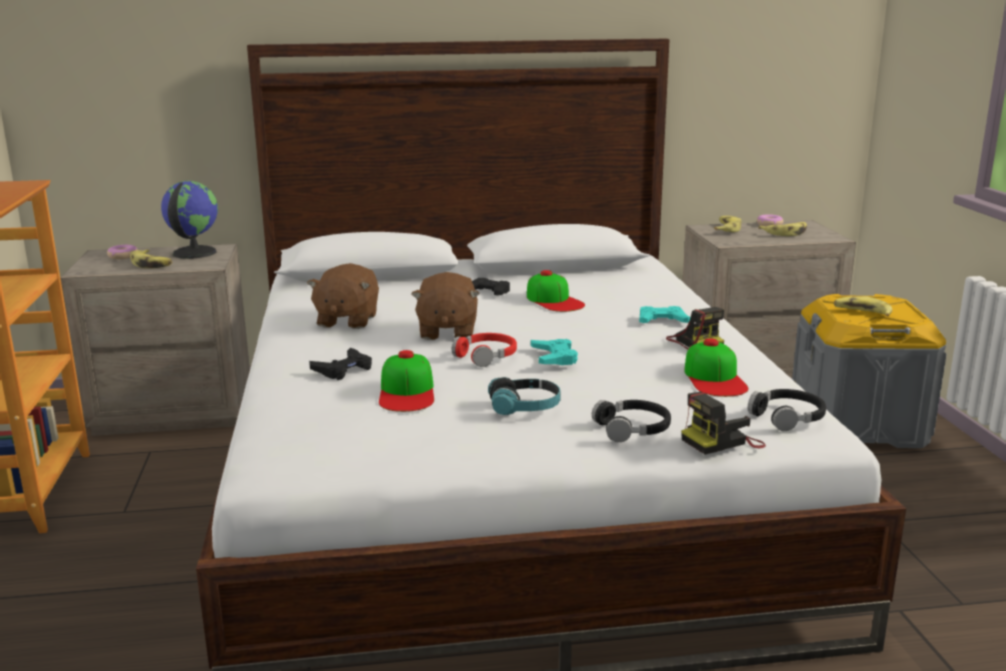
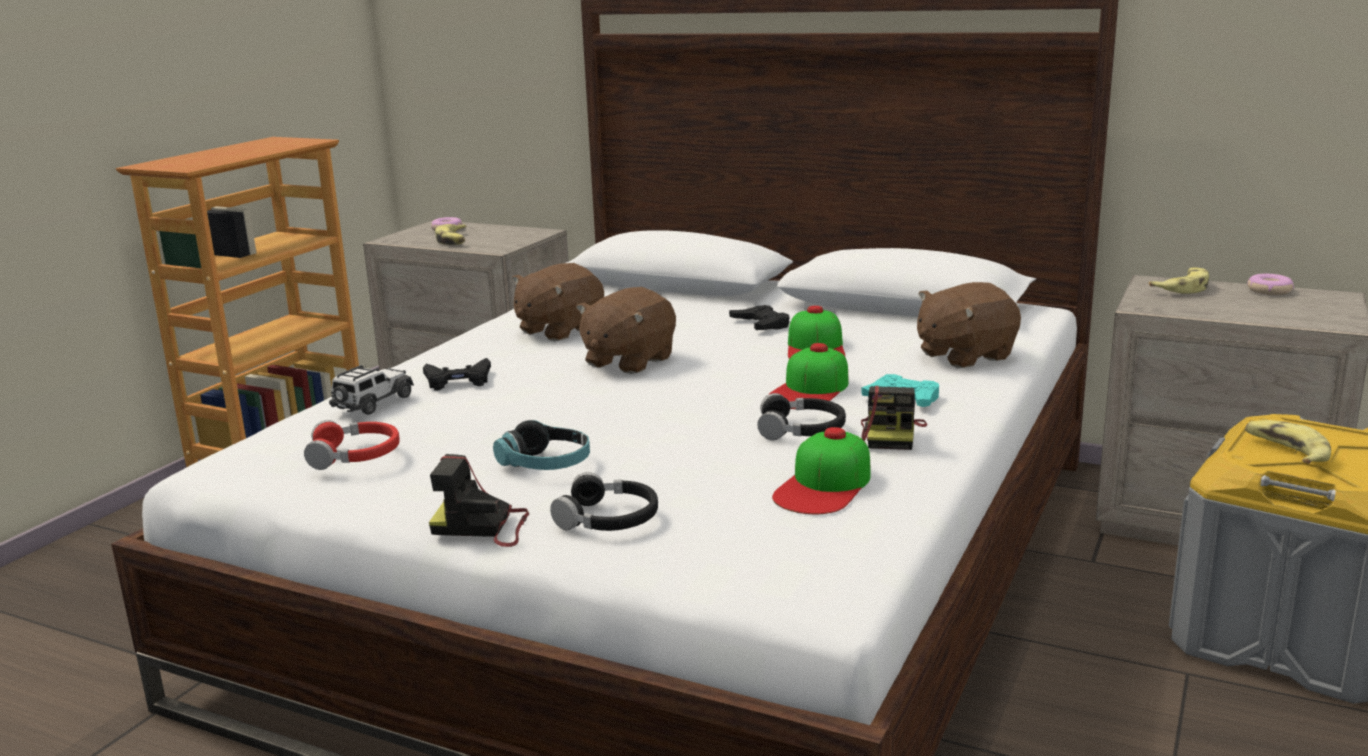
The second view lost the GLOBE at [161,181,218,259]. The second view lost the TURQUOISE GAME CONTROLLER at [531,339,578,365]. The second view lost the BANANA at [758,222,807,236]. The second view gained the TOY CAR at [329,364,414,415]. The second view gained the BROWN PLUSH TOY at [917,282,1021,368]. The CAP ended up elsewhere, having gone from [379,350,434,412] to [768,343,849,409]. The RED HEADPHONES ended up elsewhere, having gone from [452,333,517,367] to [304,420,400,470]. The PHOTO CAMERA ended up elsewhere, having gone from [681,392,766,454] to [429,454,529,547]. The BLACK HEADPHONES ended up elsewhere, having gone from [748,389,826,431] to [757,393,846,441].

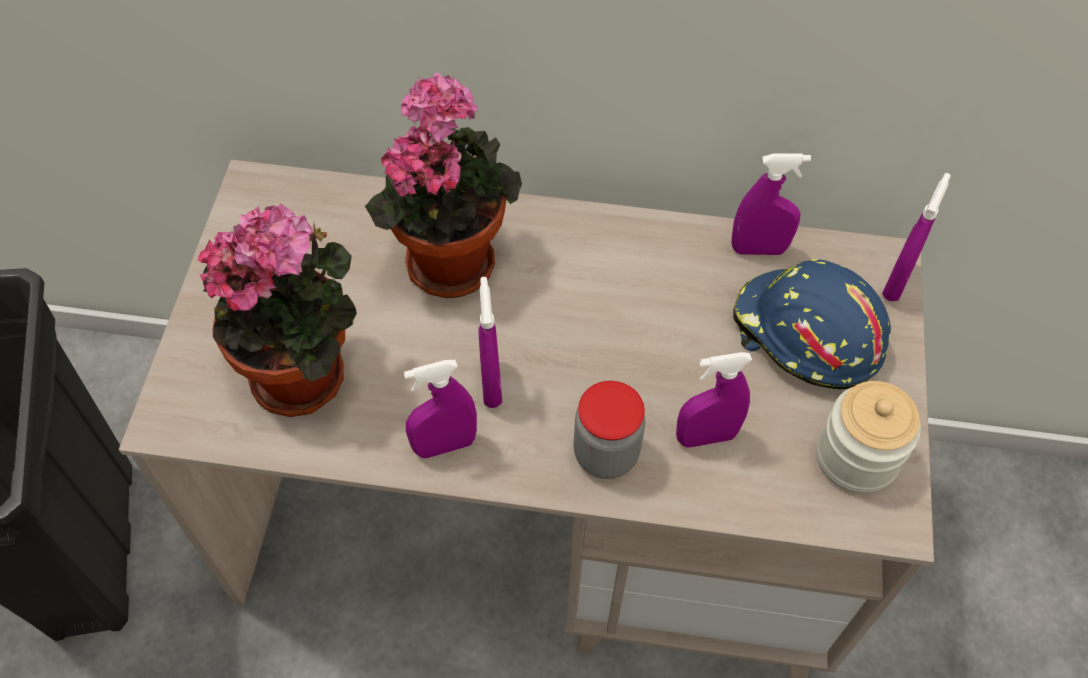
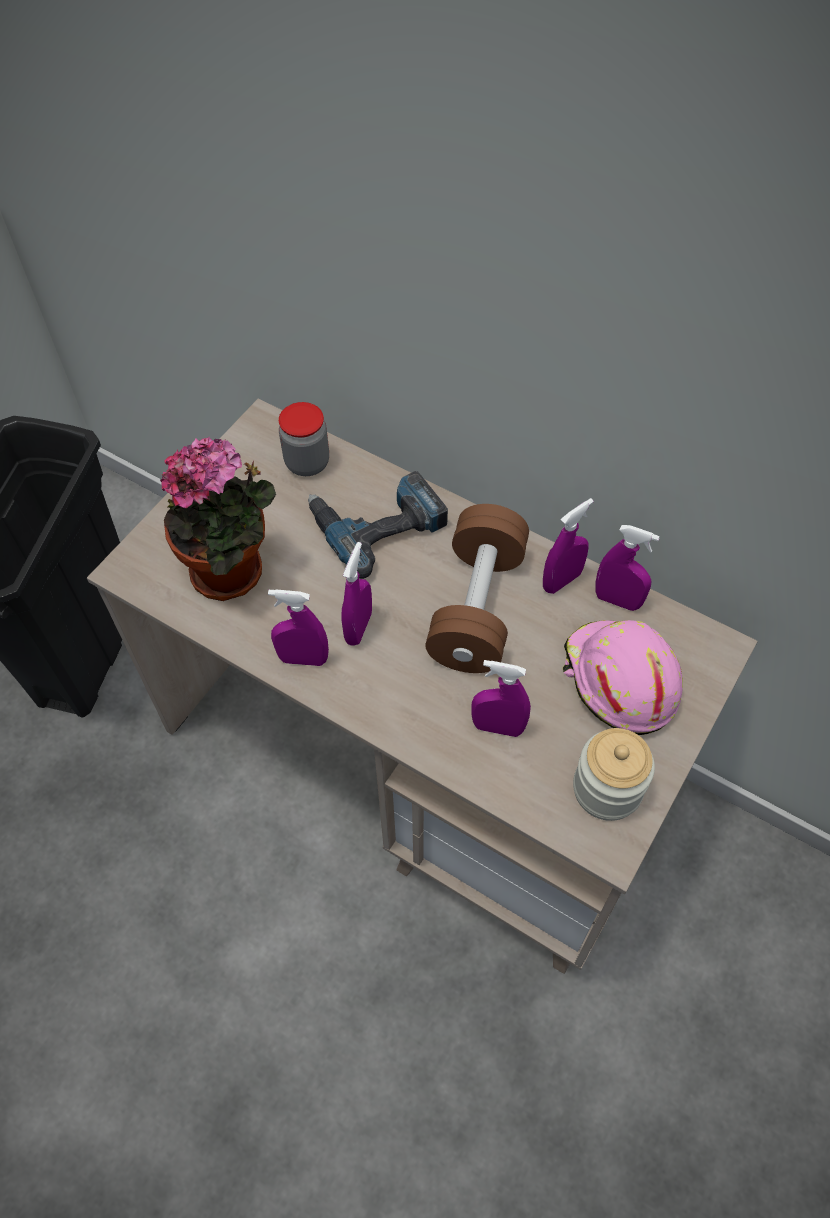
The second view gained the BROWN DUMBBELL at [425,504,529,673]. The JAR ended up elsewhere, having gone from [573,381,645,479] to [279,402,329,476]. The PURPLE SPRAY BOTTLE ended up elsewhere, having gone from [882,173,951,302] to [543,498,594,594]. Where the POTTED PLANT stood at [365,72,522,298], the POWER DRILL came to stand at [308,471,448,579]. What was the BLUE HARD HAT at [733,259,891,390] turned into the PINK HARD HAT at [563,620,683,735].

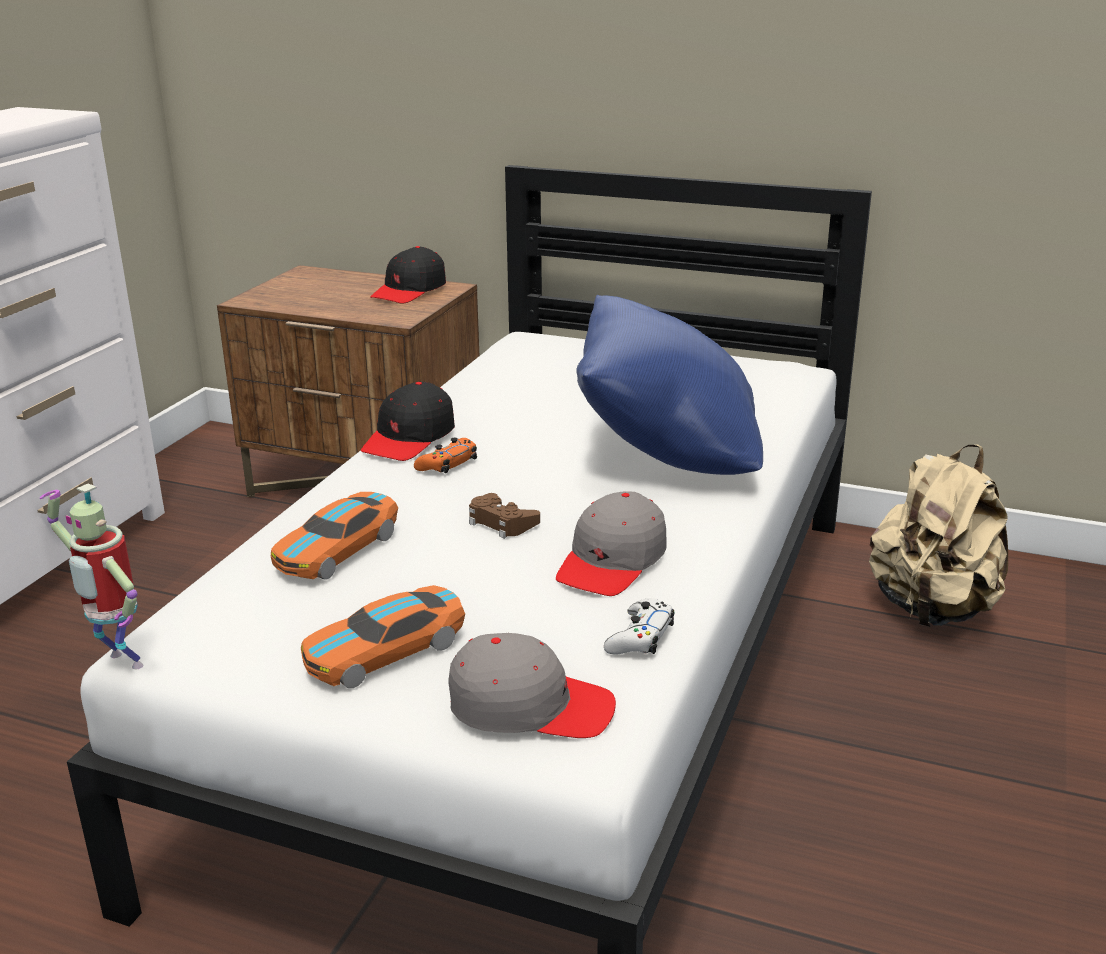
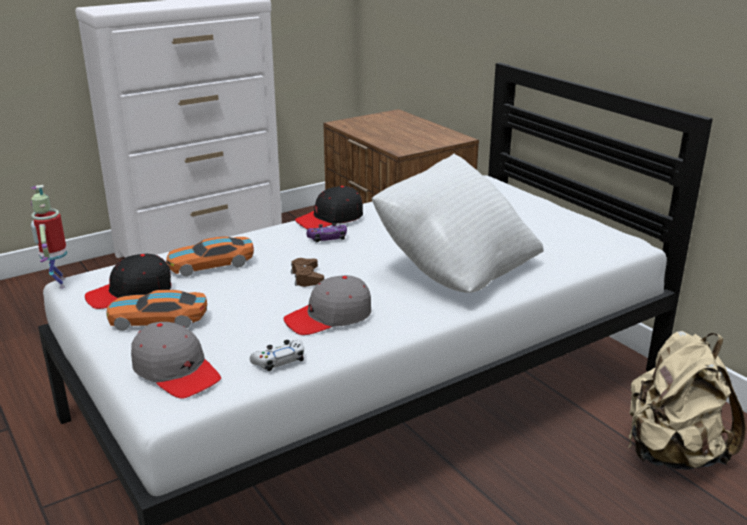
The BLACK CAP ended up elsewhere, having gone from [370,246,446,304] to [85,254,171,309]. What was the ORANGE GAME CONTROLLER at [414,437,477,473] turned into the PURPLE GAME CONTROLLER at [307,223,347,242]. What was the BLUE PILLOW at [576,295,763,475] turned into the WHITE PILLOW at [372,153,544,293].

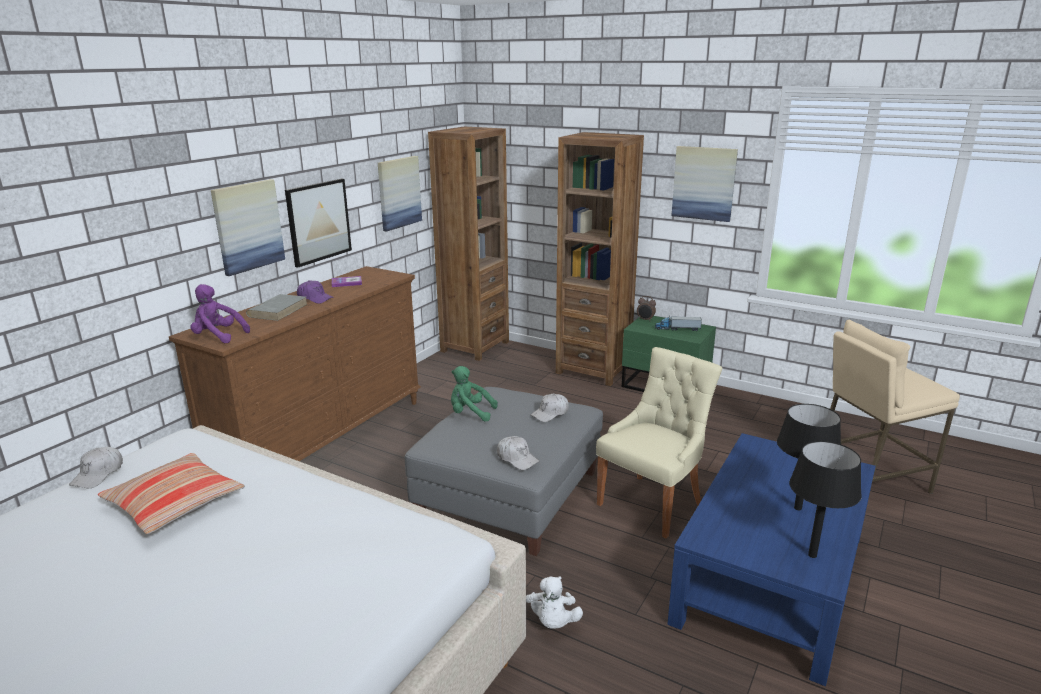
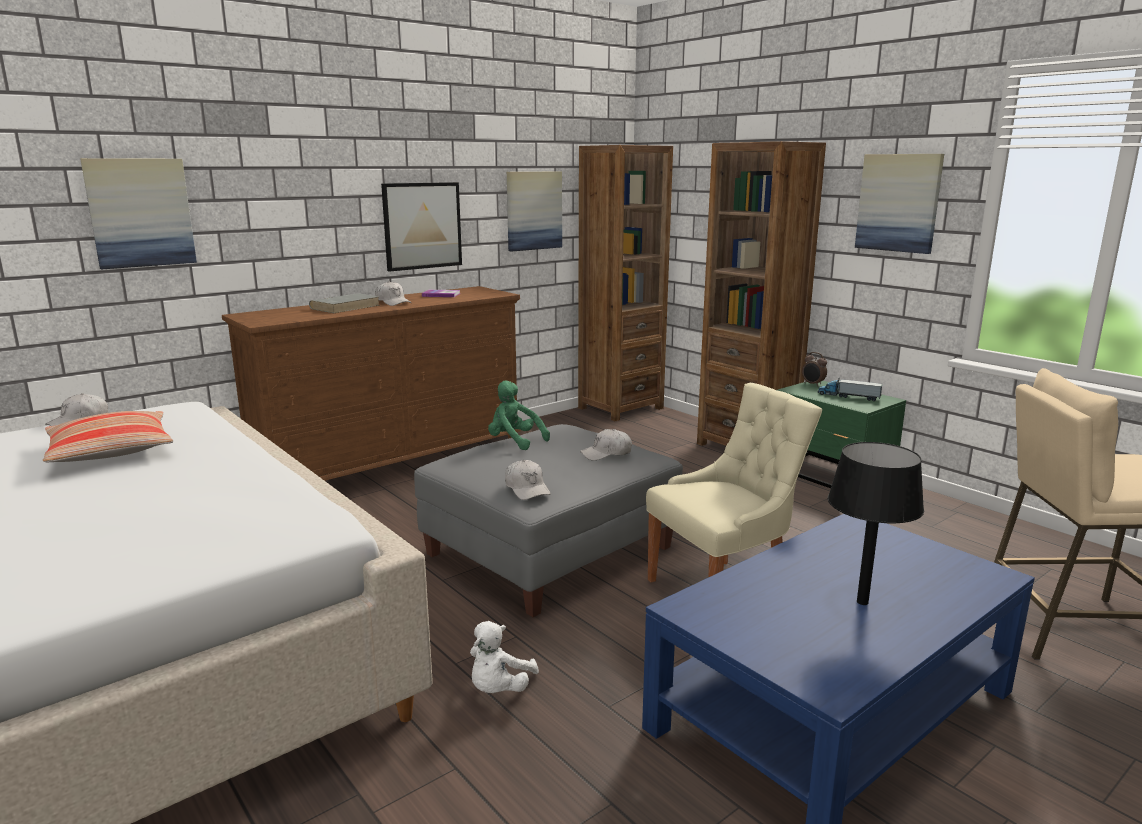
The second view lost the PURPLE PLUSH TOY at [190,284,250,343]. The second view lost the BLACK TABLE LAMP at [789,441,862,558]. The PICTURE ended up elsewhere, having gone from [211,179,285,276] to [80,158,197,269]. What was the PURPLE CAP at [297,280,334,304] turned into the WHITE CAP at [375,281,412,306].

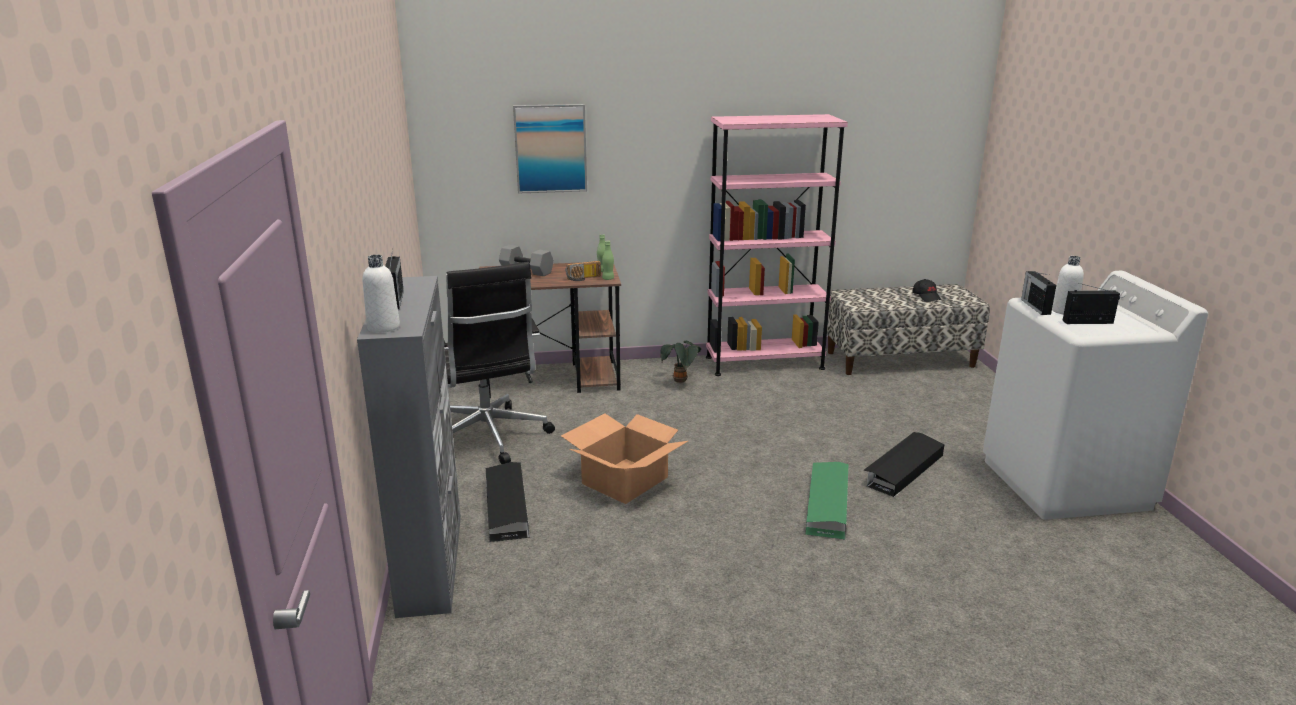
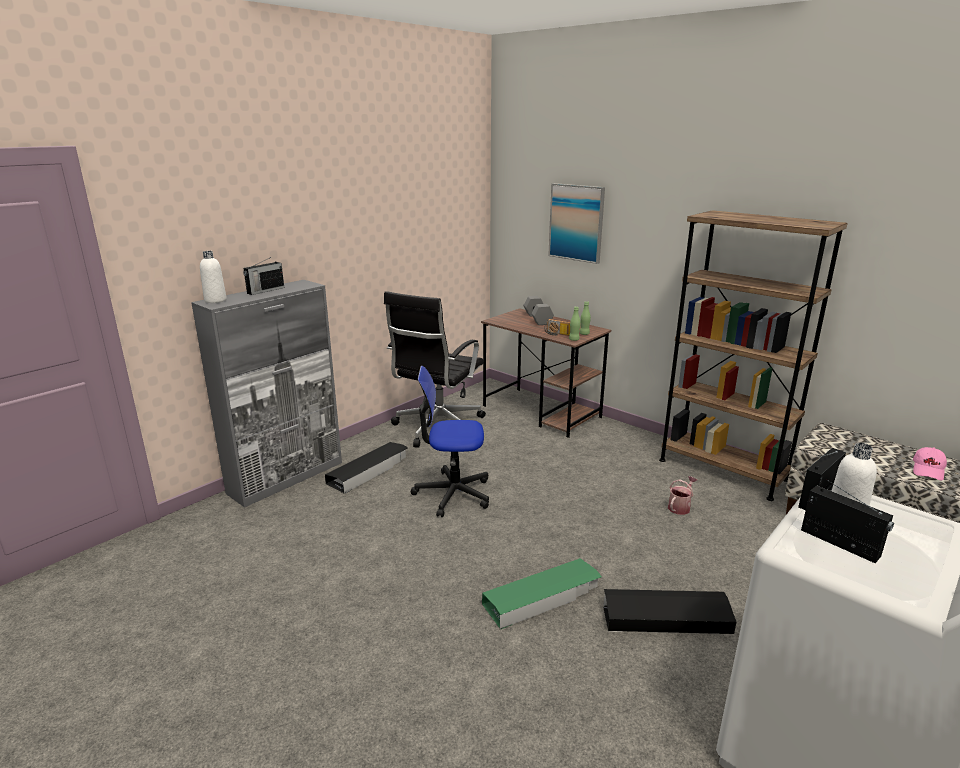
The second view lost the POTTED PLANT at [660,341,701,383]. The second view gained the WATERING CAN at [668,476,697,515]. Where the CARDBOARD BOX stood at [561,413,688,504], the OFFICE CHAIR came to stand at [411,366,489,517]. What was the PINK BOOKCASE at [706,114,848,376] turned into the BROWN BOOKCASE at [659,210,848,501]. What was the BLACK CAP at [912,279,942,302] turned into the PINK CAP at [913,447,947,480].

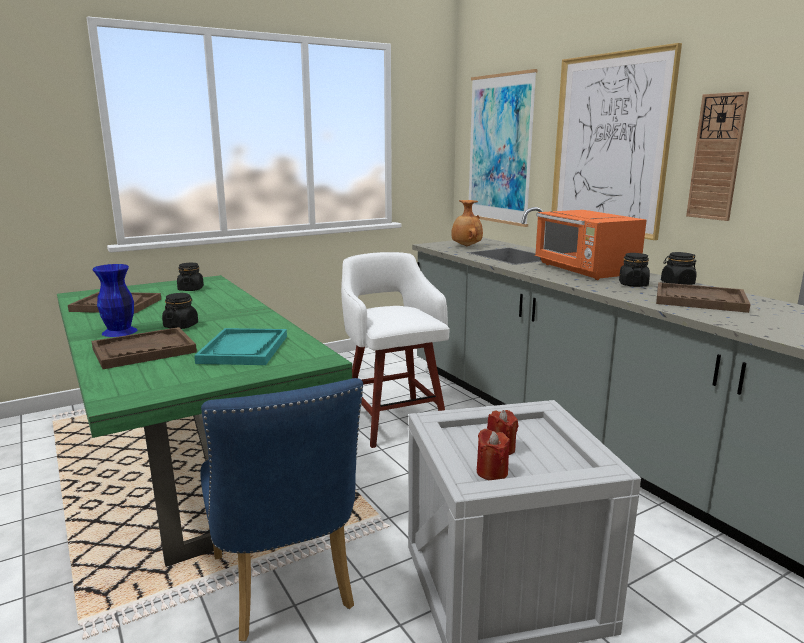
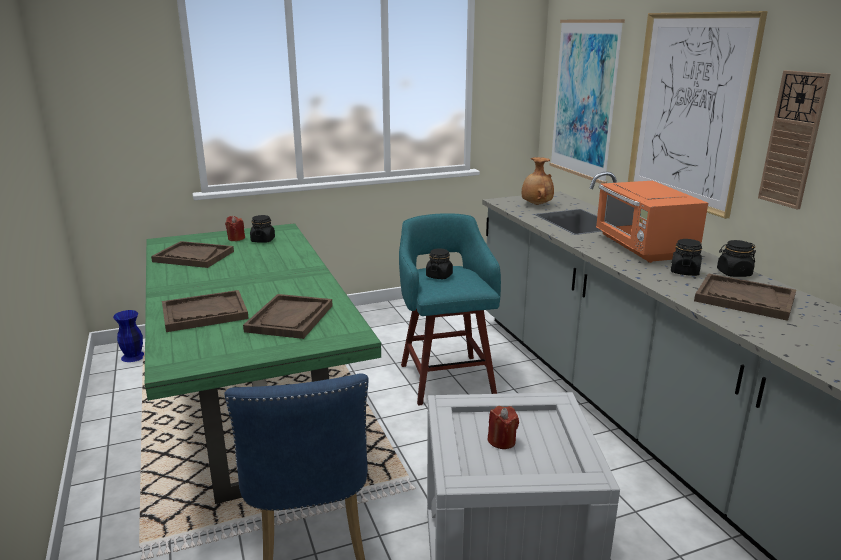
The BLUE VASE ended up elsewhere, having gone from [92,264,137,337] to [113,310,144,362]. The BLACK JAR ended up elsewhere, having gone from [162,293,198,329] to [426,249,453,279]. The RED CANDLE ended up elsewhere, having gone from [477,428,510,480] to [225,216,245,241]. What was the TURQUOISE TRAY at [194,328,287,365] turned into the BROWN TRAY at [243,294,333,339]. What was the WHITE STOOL at [341,252,449,448] turned into the TURQUOISE STOOL at [399,213,501,406].

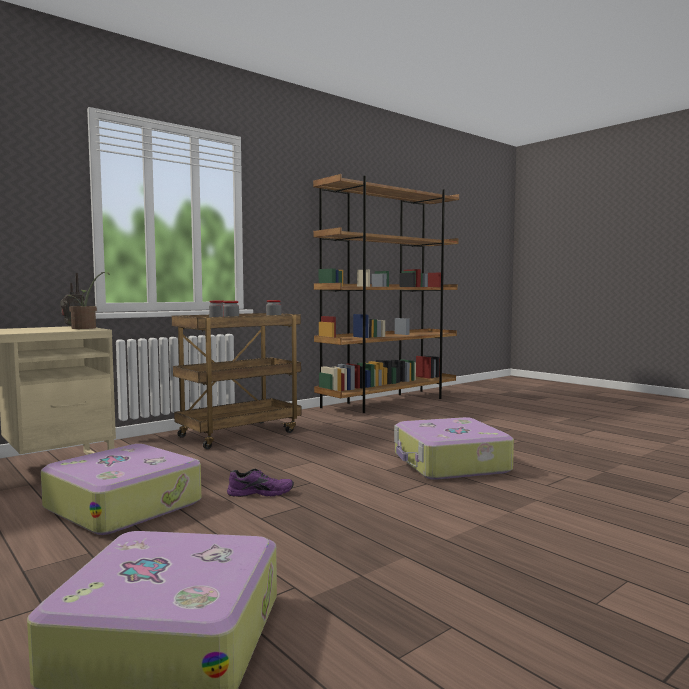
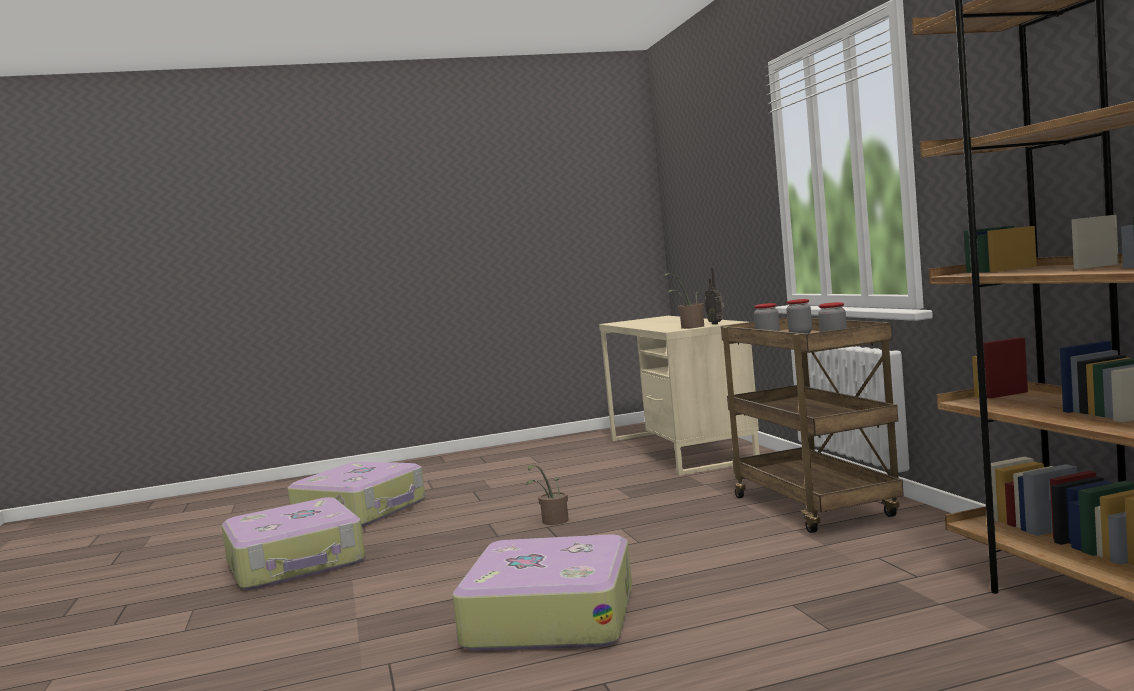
The SUITCASE ended up elsewhere, having gone from [41,444,201,535] to [222,497,365,590]. Where the PURPLE SHOE stood at [227,469,294,497], the POTTED PLANT came to stand at [526,465,569,525].

